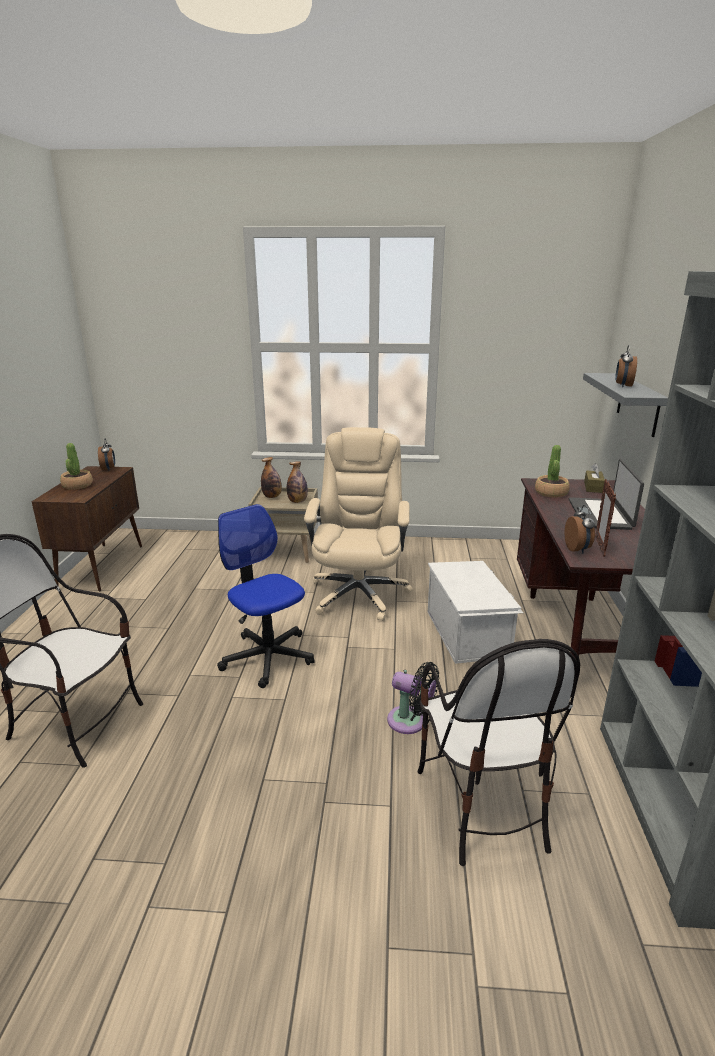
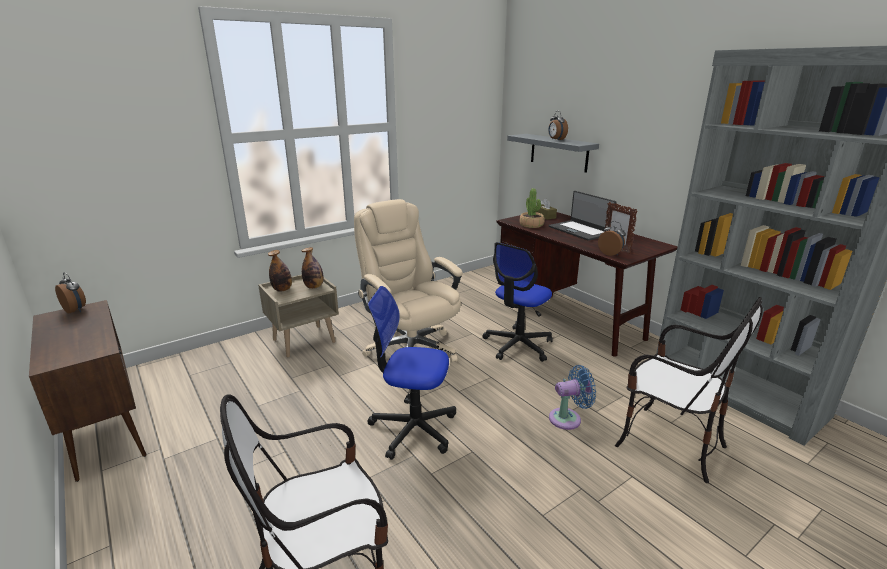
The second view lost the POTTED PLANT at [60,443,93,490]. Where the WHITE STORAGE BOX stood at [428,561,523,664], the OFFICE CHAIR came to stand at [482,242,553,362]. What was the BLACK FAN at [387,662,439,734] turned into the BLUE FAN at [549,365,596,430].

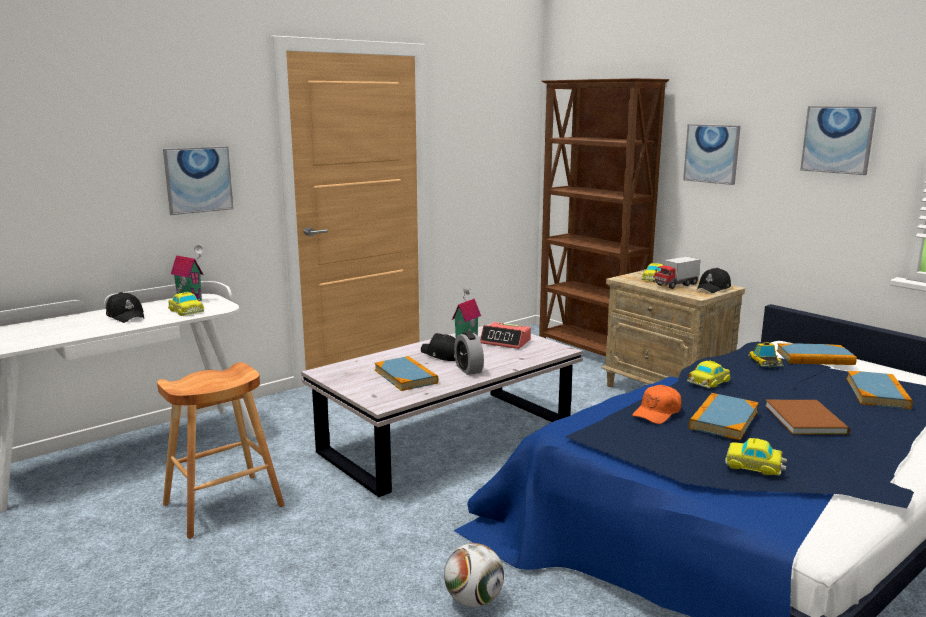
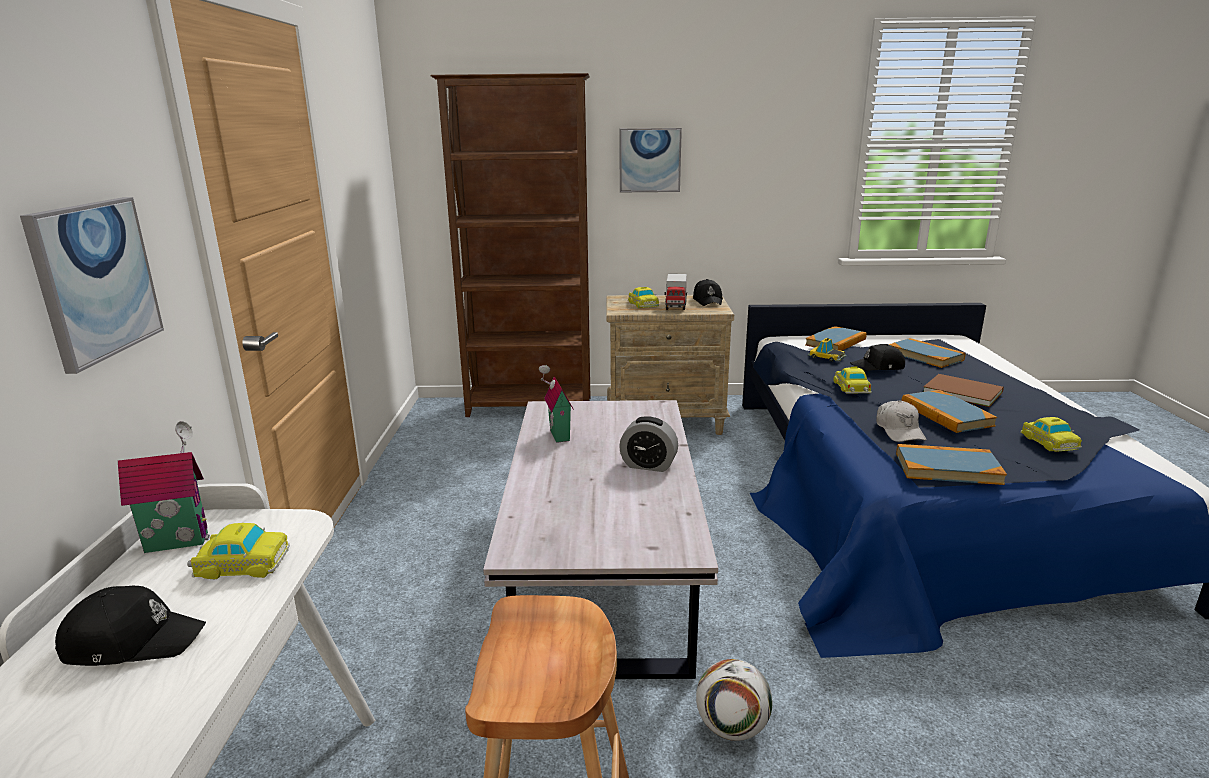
The second view lost the ALARM CLOCK at [480,322,531,349]. The second view lost the PICTURE at [800,106,877,175]. The BOOK ended up elsewhere, having gone from [374,356,438,391] to [896,444,1007,485]. The BLACK CAP ended up elsewhere, having gone from [421,333,456,361] to [850,344,905,371]. The FOOTBALL ended up elsewhere, having gone from [444,543,504,607] to [696,659,773,741]. What was the ORANGE CAP at [632,385,682,424] turned into the WHITE CAP at [876,400,927,442]. The TOY CAR at [725,438,787,476] ended up facing another way, 75 degrees counterclockwise from before.

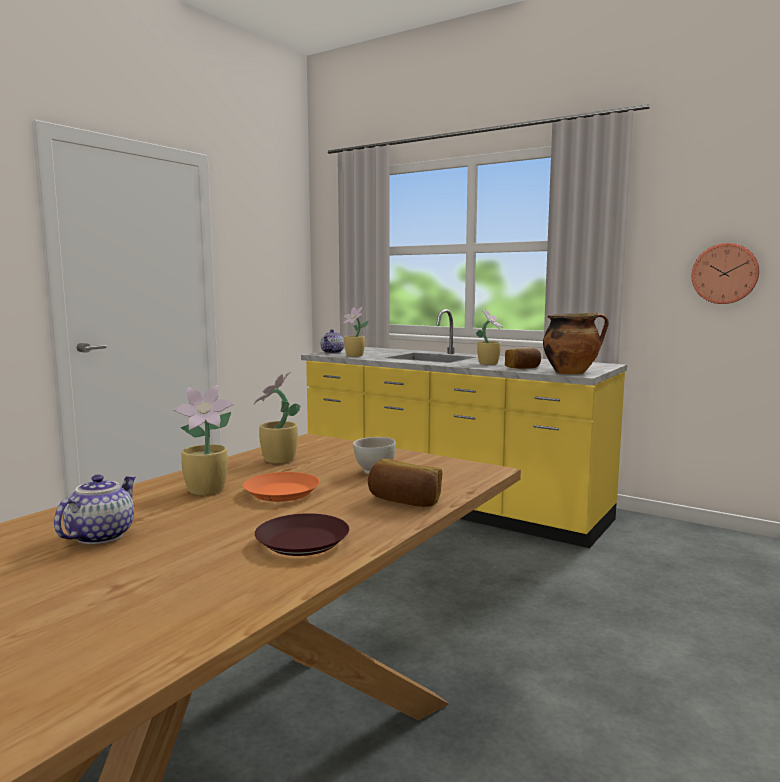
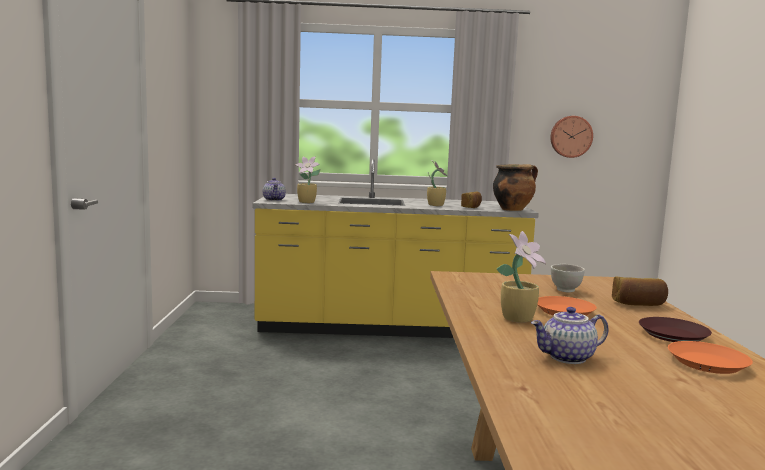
The second view lost the POTTED PLANT at [254,372,301,463]. The second view gained the ORANGE PLATE at [668,341,753,374]. The TEAPOT at [54,475,136,544] ended up facing another way, 90 degrees counterclockwise from before.

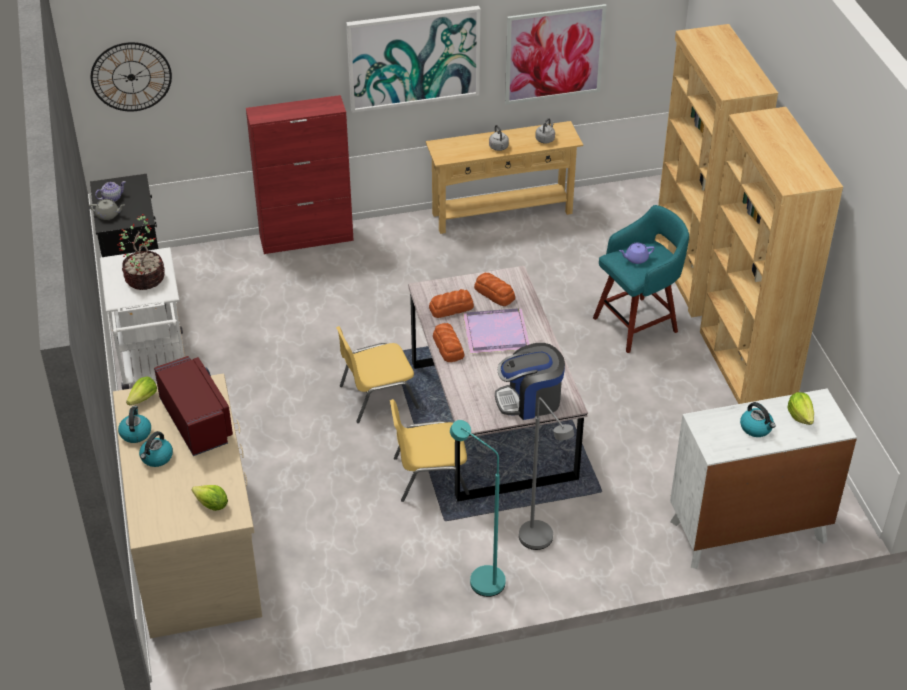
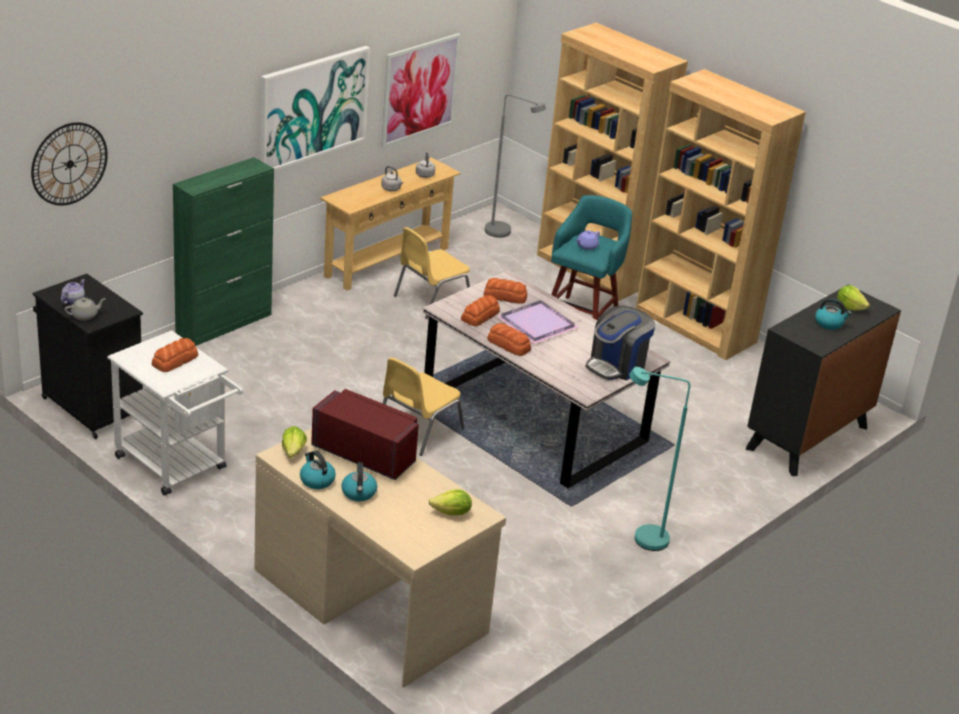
The YELLOW CHAIR ended up elsewhere, having gone from [390,399,469,502] to [394,227,470,319]. The GREY FLOOR LAMP ended up elsewhere, having gone from [519,397,574,550] to [485,94,546,237]. Where the POTTED PLANT stood at [117,214,165,290], the BREAD came to stand at [151,338,198,372]. What was the RED CABINET at [246,95,354,254] turned into the GREEN CABINET at [173,157,274,346]. What was the WHITE DRESSER at [670,388,857,569] turned into the BLACK DRESSER at [746,285,901,476].

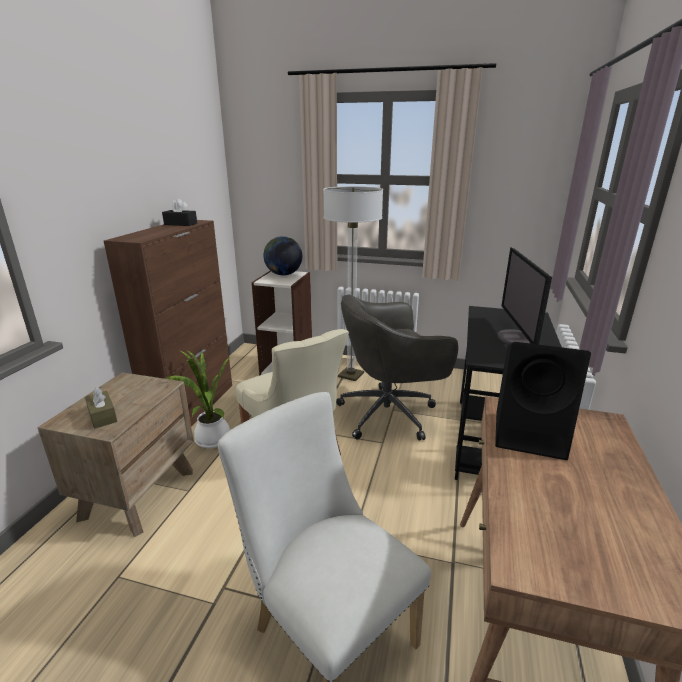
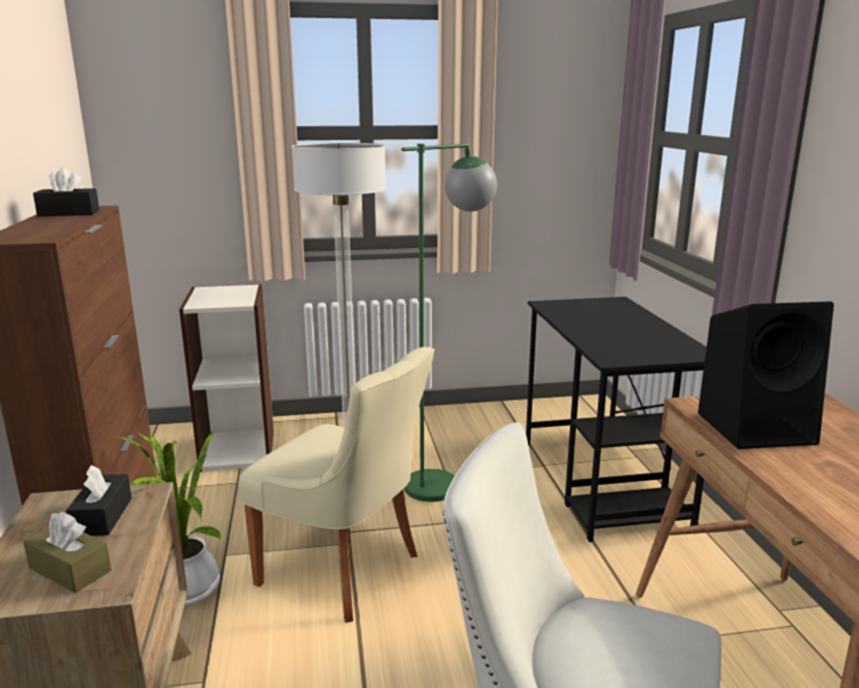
The second view lost the GLOBE at [264,236,302,275]. The second view lost the MONITOR at [497,247,552,345]. The second view gained the BLACK TISSUE BOX at [66,465,132,536]. Where the GREY OFFICE CHAIR stood at [336,294,458,441], the GREEN FLOOR LAMP came to stand at [401,143,497,502].

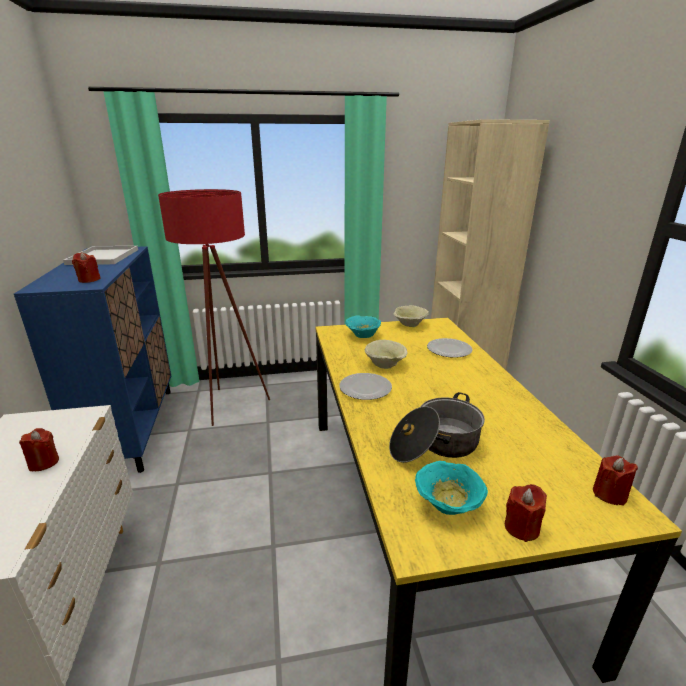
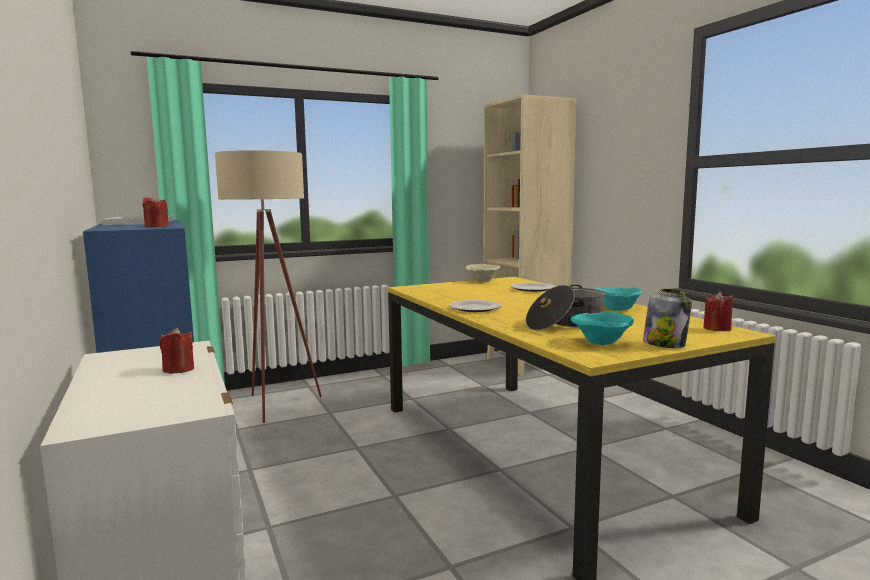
The second view lost the BEIGE BOWL at [365,340,407,369]. The TURQUOISE BOWL ended up elsewhere, having gone from [345,315,381,338] to [595,287,642,311]. Where the RED CANDLE stood at [505,484,547,542], the JAR came to stand at [643,289,692,348]. What was the RED FLOOR LAMP at [158,189,270,426] turned into the BEIGE FLOOR LAMP at [215,150,322,423].

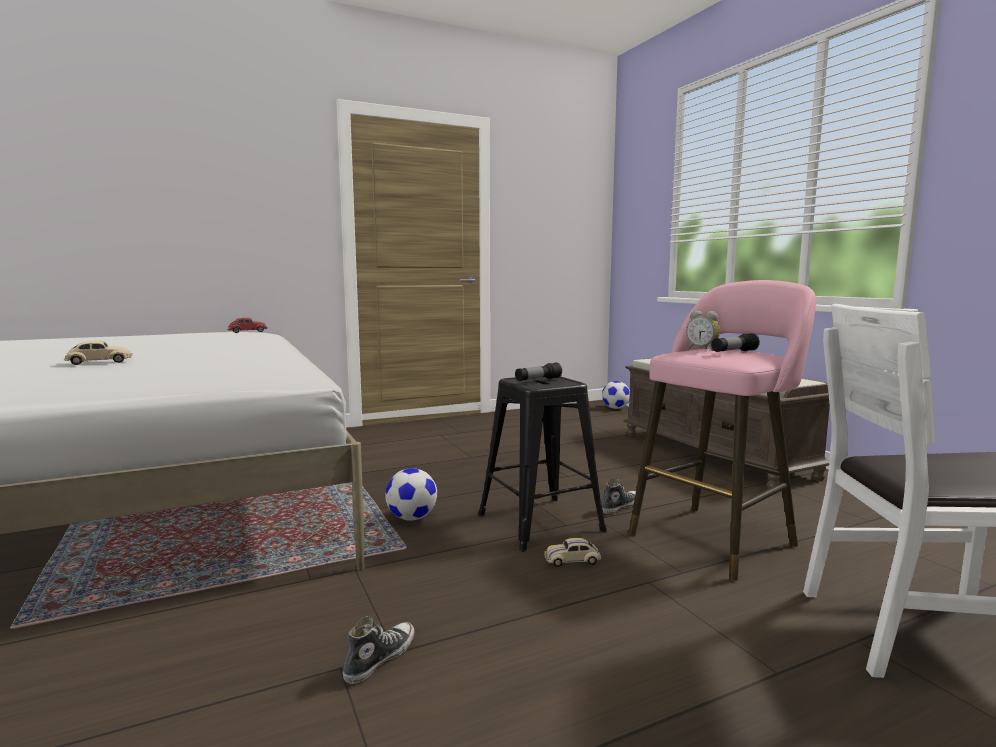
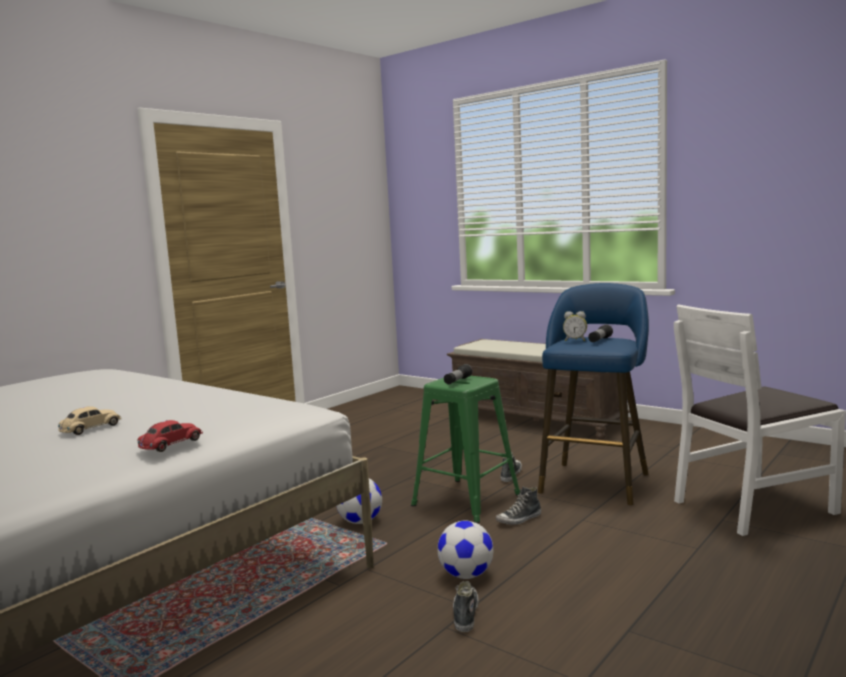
The RED TOY CAR ended up elsewhere, having gone from [227,318,268,333] to [138,420,203,452]. The FOOTBALL ended up elsewhere, having gone from [602,381,630,409] to [438,521,493,579]. Where the BEIGE TOY CAR stood at [544,538,601,567], the SHOE came to stand at [496,486,541,525]. What was the BLACK STOOL at [478,377,607,552] turned into the GREEN STOOL at [411,376,520,523]. What was the PINK STOOL at [628,280,816,581] turned into the BLUE STOOL at [538,283,649,505].

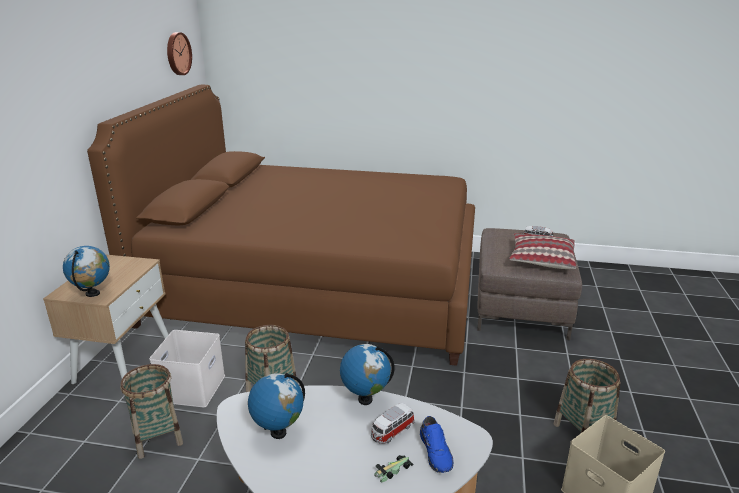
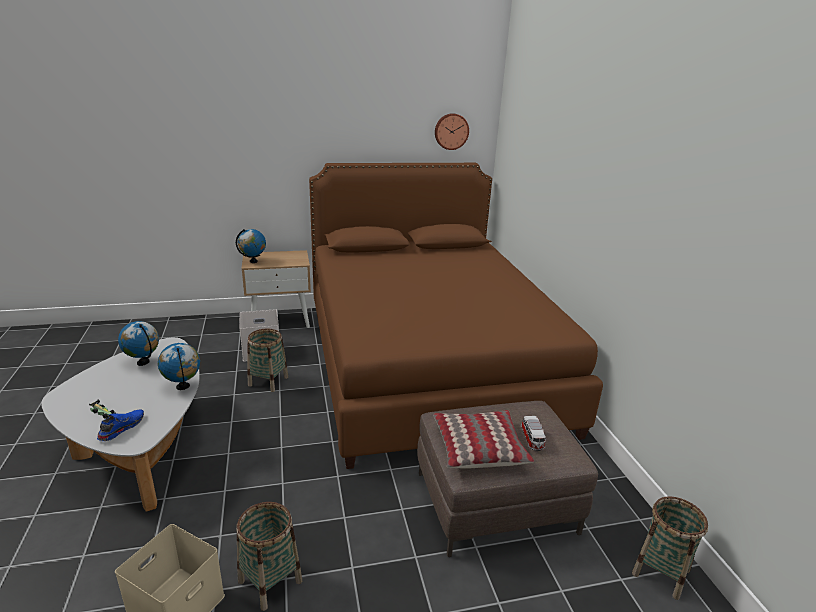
The second view lost the TOY CAR at [371,403,415,444]. The BASKET ended up elsewhere, having gone from [120,364,183,459] to [632,496,708,600]. The BLUE SHOE at [420,416,454,473] ended up facing another way, 150 degrees clockwise from before.

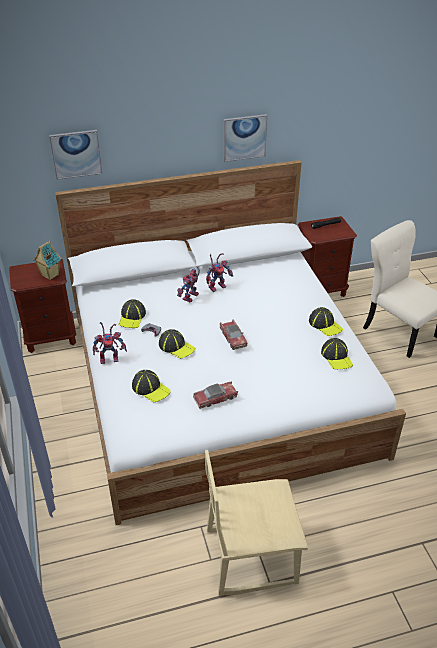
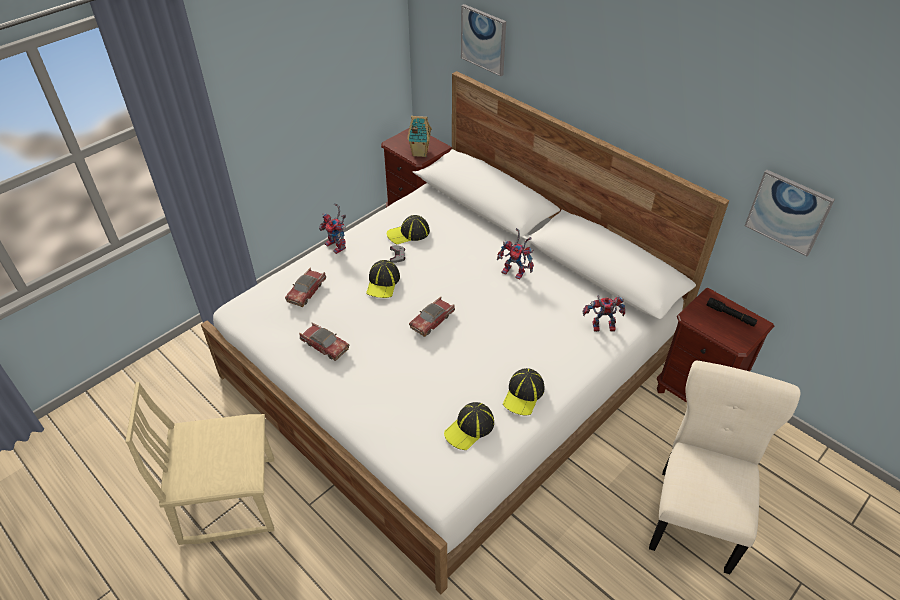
The TOY ROBOT ended up elsewhere, having gone from [177,266,200,303] to [582,295,625,332]. The PICTURE ended up elsewhere, having gone from [223,114,267,162] to [745,170,835,256]. Where the CAP stood at [132,370,171,403], the TOY CAR came to stand at [285,268,326,307]. The BEIGE CHAIR at [205,450,308,596] ended up facing another way, 60 degrees counterclockwise from before.

